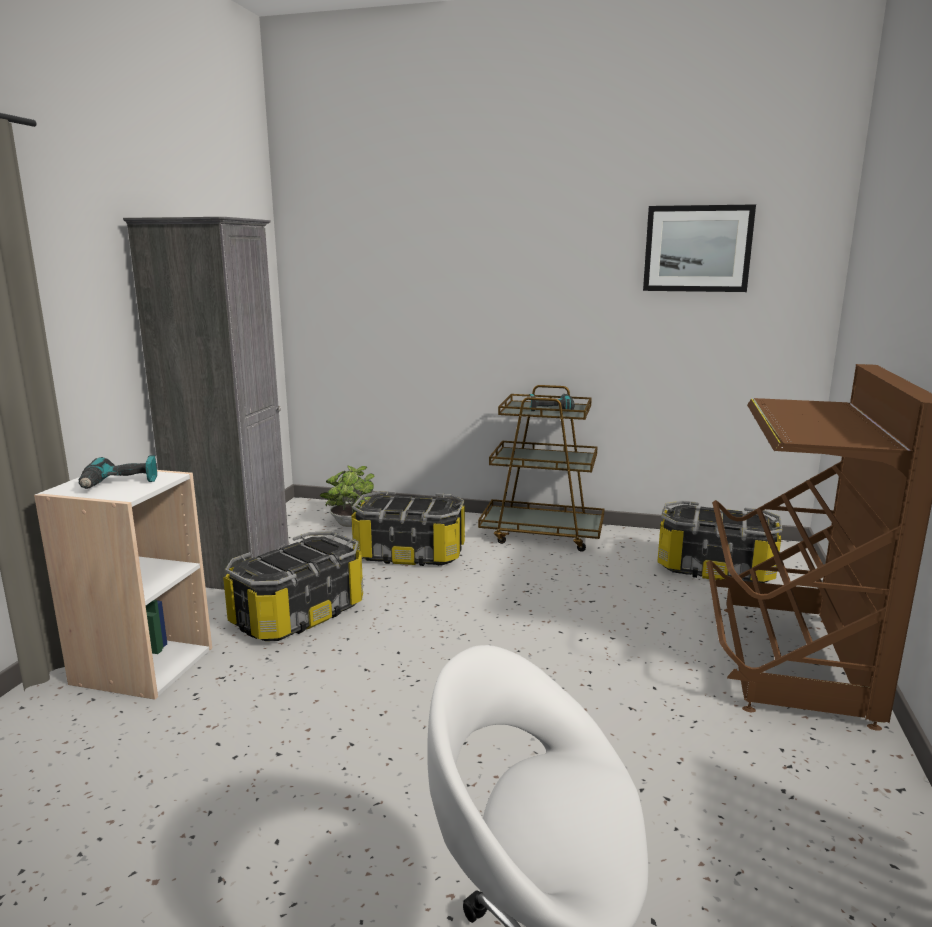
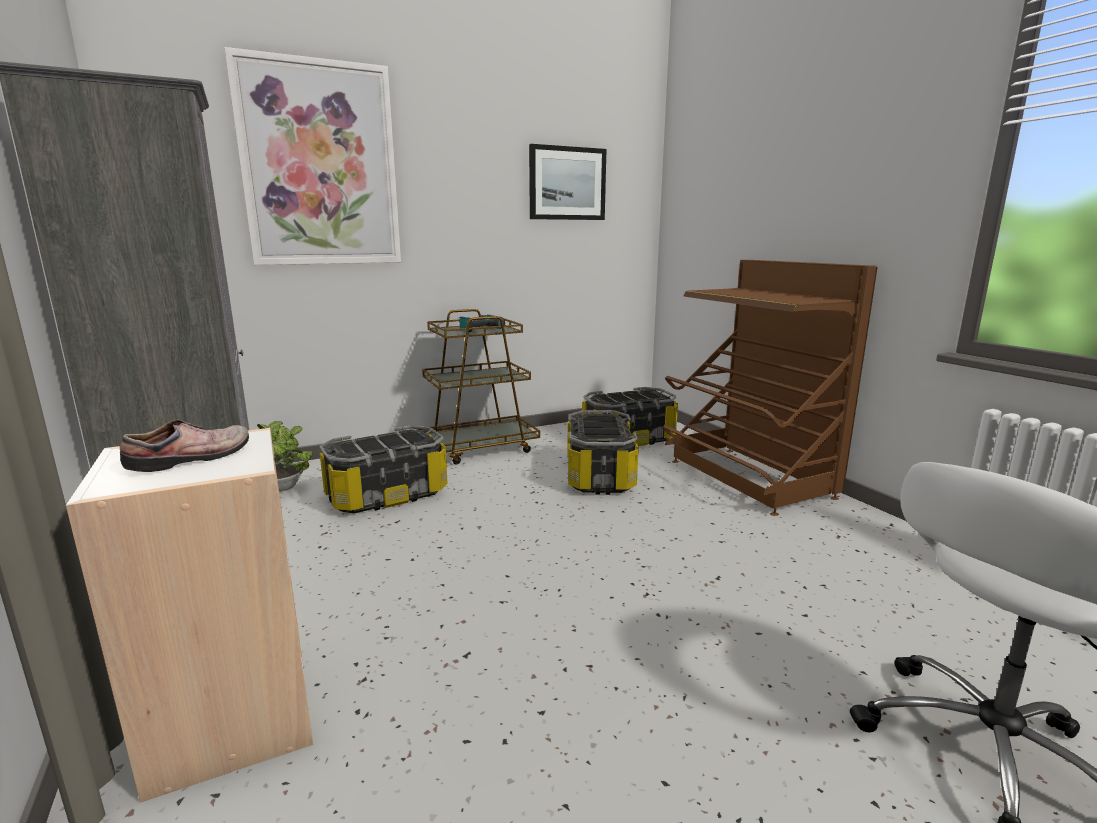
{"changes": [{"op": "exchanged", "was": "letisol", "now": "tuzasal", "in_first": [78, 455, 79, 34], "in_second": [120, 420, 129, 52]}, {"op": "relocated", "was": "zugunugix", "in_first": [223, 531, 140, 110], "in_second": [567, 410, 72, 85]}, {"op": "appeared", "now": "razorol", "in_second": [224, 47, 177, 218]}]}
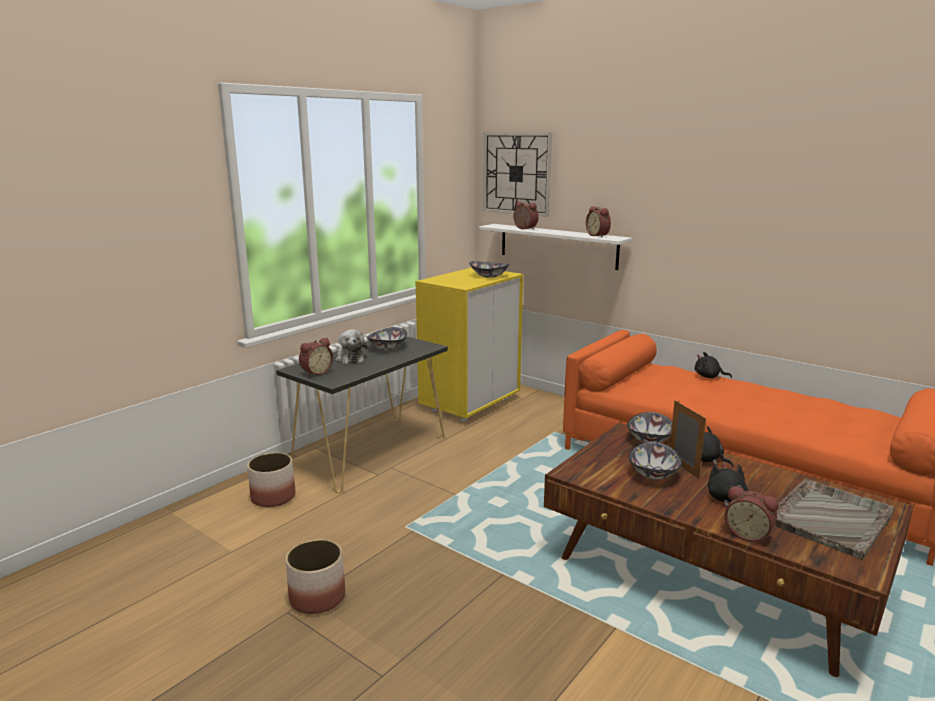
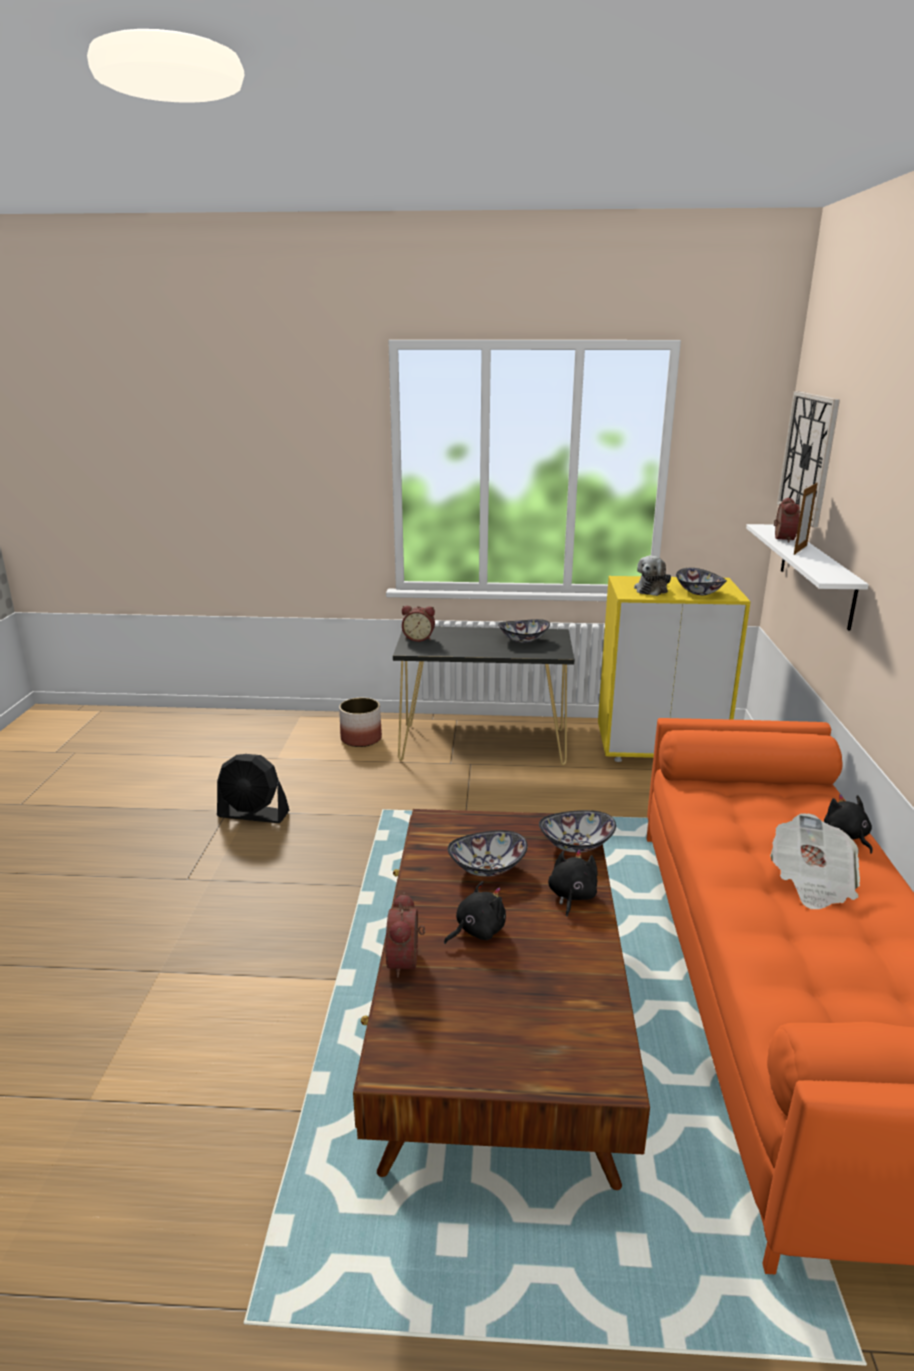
{"changes": [{"op": "missing", "was": "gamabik", "in_first": [586, 206, 25, 31]}, {"op": "relocated", "was": "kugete", "in_first": [336, 330, 32, 34], "in_second": [634, 555, 37, 41]}, {"op": "relocated", "was": "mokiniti", "in_first": [670, 400, 36, 79], "in_second": [794, 483, 24, 72]}, {"op": "missing", "was": "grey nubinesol", "in_first": [774, 478, 121, 81]}, {"op": "exchanged", "was": "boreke", "now": "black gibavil", "in_first": [286, 539, 59, 75], "in_second": [217, 754, 72, 69]}, {"op": "appeared", "now": "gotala", "in_second": [770, 813, 90, 96]}]}
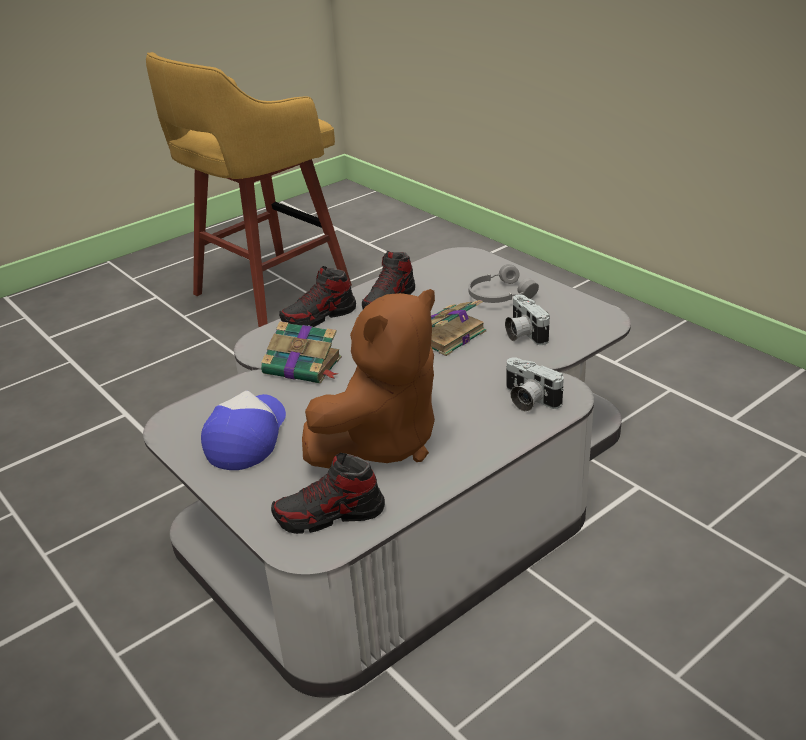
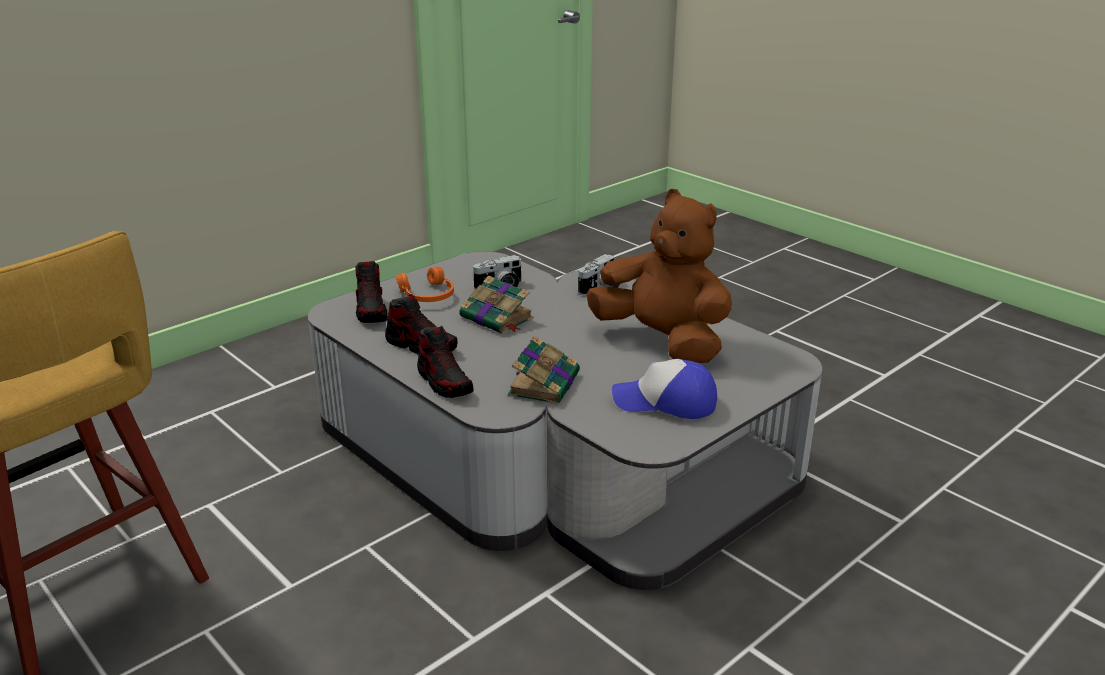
{"changes": [{"op": "colour", "was": "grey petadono", "now": "orange petadono", "in_first": [468, 264, 71, 39], "in_second": [395, 267, 59, 35]}, {"op": "relocated", "was": "tuzasal", "in_first": [271, 453, 114, 81], "in_second": [355, 261, 33, 62]}]}
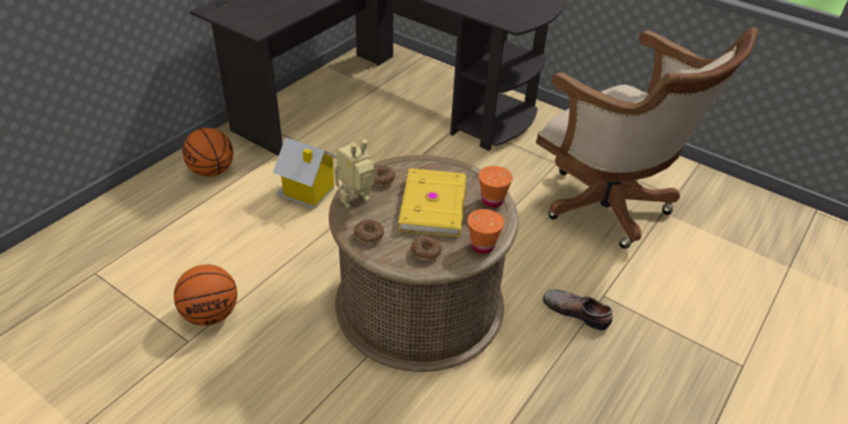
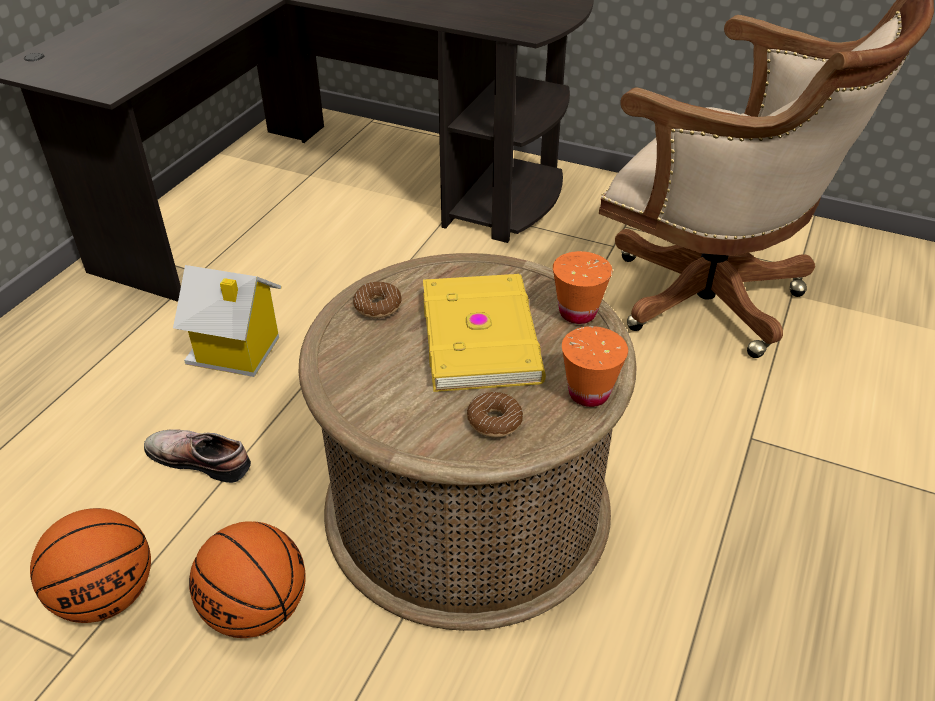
{"changes": [{"op": "relocated", "was": "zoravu", "in_first": [182, 128, 51, 49], "in_second": [189, 521, 117, 117]}, {"op": "missing", "was": "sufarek", "in_first": [334, 139, 41, 70]}, {"op": "missing", "was": "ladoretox", "in_first": [354, 219, 30, 25]}, {"op": "relocated", "was": "tuzasal", "in_first": [543, 290, 70, 41], "in_second": [144, 429, 107, 54]}]}
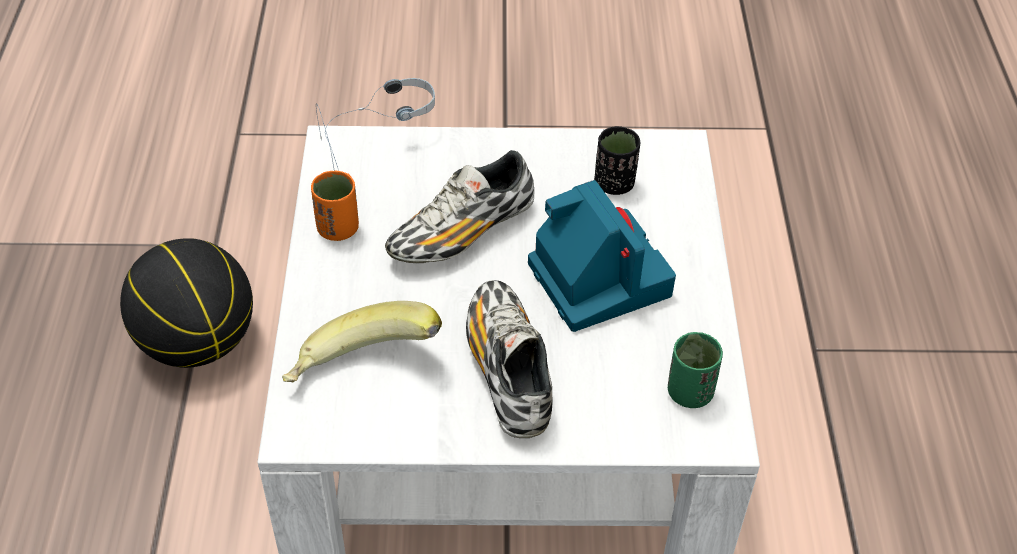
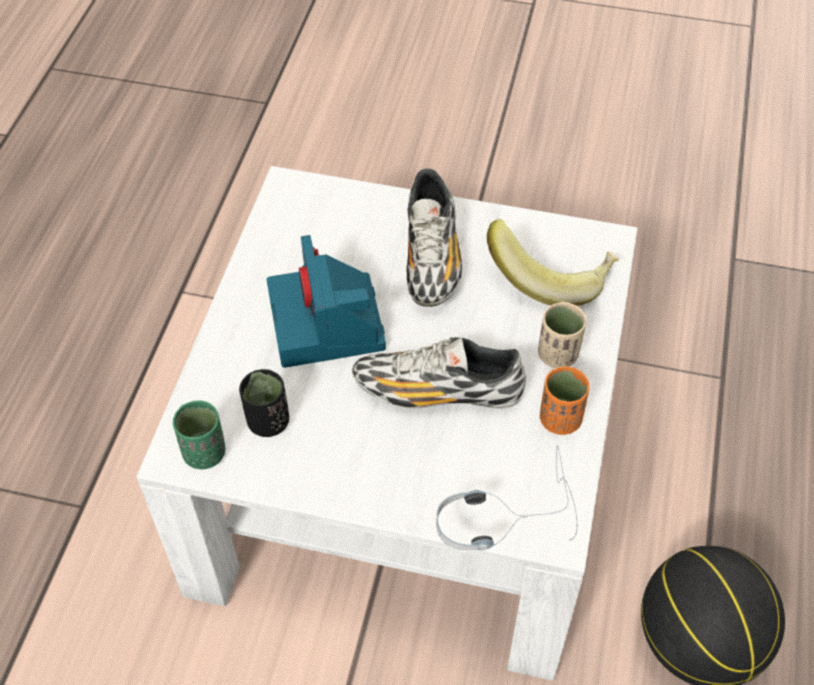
{"changes": [{"op": "spun", "was": "tuzasal", "in_first": [385, 150, 149, 113], "in_second": [352, 337, 174, 72], "clockwise": -150}, {"op": "relocated", "was": "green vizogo", "in_first": [668, 332, 55, 76], "in_second": [173, 400, 52, 69]}, {"op": "appeared", "now": "beige vizogo", "in_second": [538, 302, 48, 66]}]}
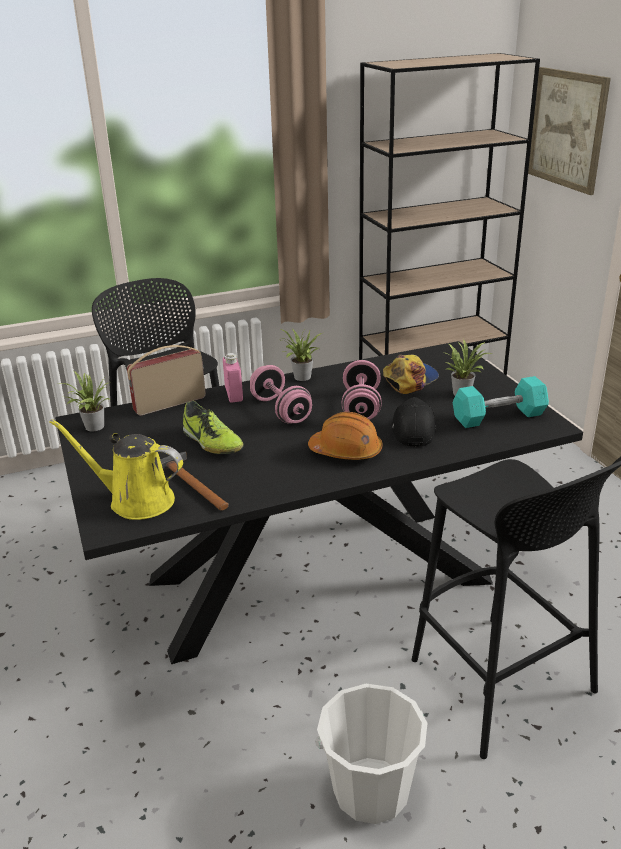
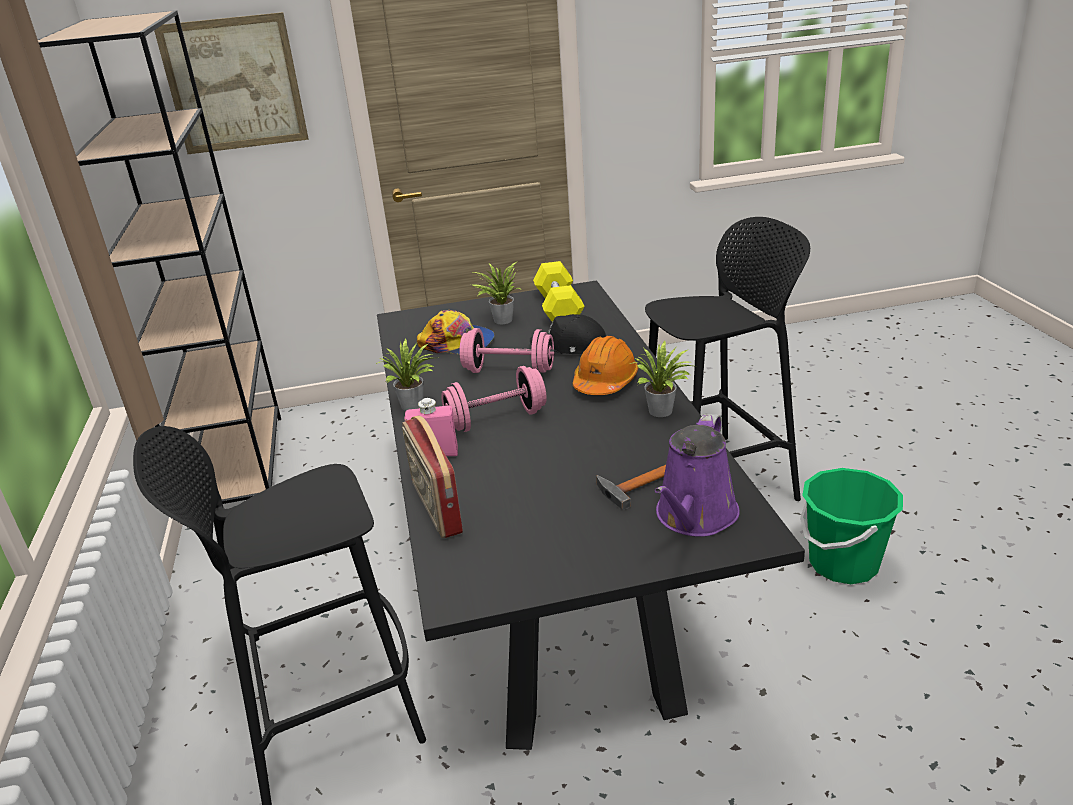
{"changes": [{"op": "spun", "was": "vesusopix", "in_first": [383, 354, 56, 40], "in_second": [417, 310, 77, 44], "clockwise": 150}, {"op": "relocated", "was": "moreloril", "in_first": [62, 371, 48, 61], "in_second": [630, 341, 63, 76]}, {"op": "colour", "was": "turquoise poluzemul", "now": "yellow poluzemul", "in_first": [453, 376, 96, 52], "in_second": [533, 261, 51, 61]}, {"op": "missing", "was": "tuzasal", "in_first": [183, 401, 61, 53]}, {"op": "colour", "was": "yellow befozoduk", "now": "purple befozoduk", "in_first": [49, 419, 134, 101], "in_second": [655, 414, 85, 123]}, {"op": "colour", "was": "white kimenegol", "now": "green kimenegol", "in_first": [315, 684, 112, 140], "in_second": [800, 468, 103, 116]}]}
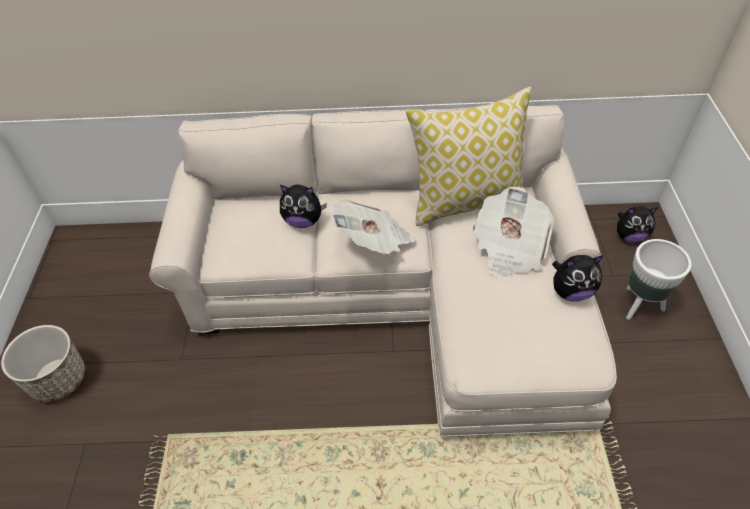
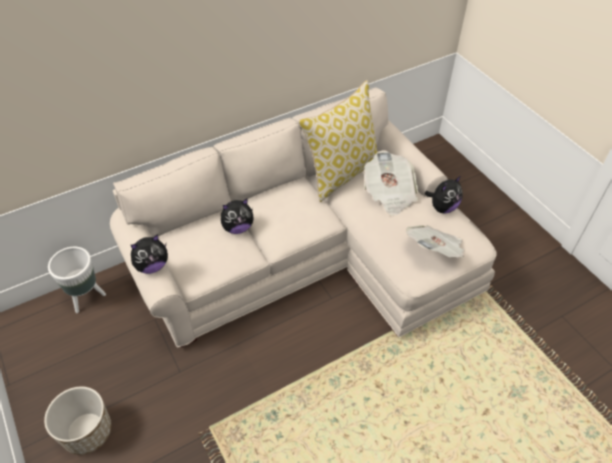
{"changes": [{"op": "relocated", "was": "gotala", "in_first": [330, 200, 85, 55], "in_second": [406, 225, 59, 32]}, {"op": "relocated", "was": "kugete", "in_first": [617, 206, 41, 37], "in_second": [131, 234, 37, 40]}, {"op": "relocated", "was": "white boreke", "in_first": [626, 239, 65, 81], "in_second": [48, 247, 58, 66]}]}
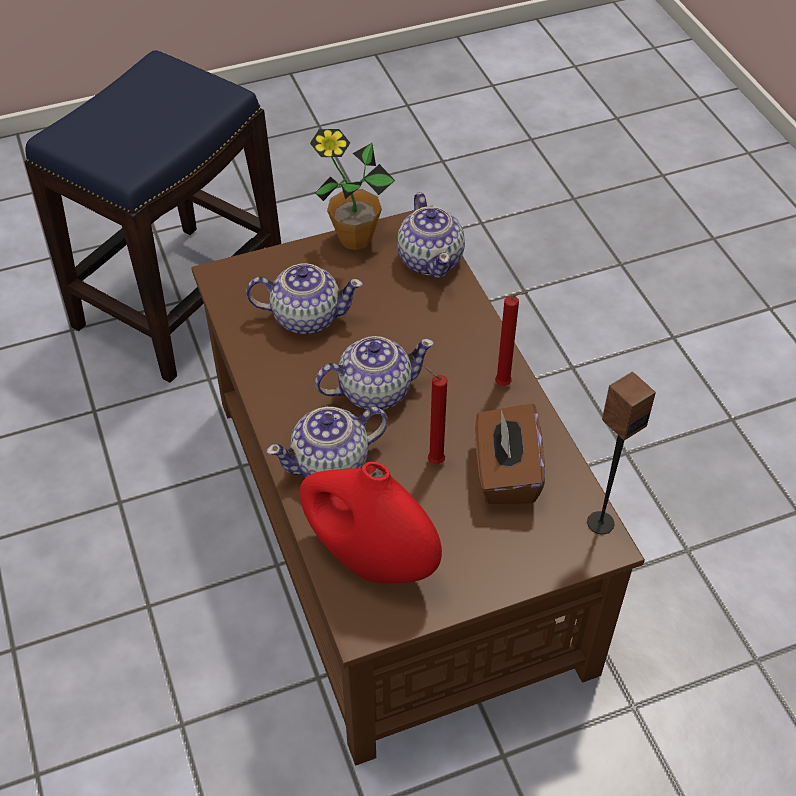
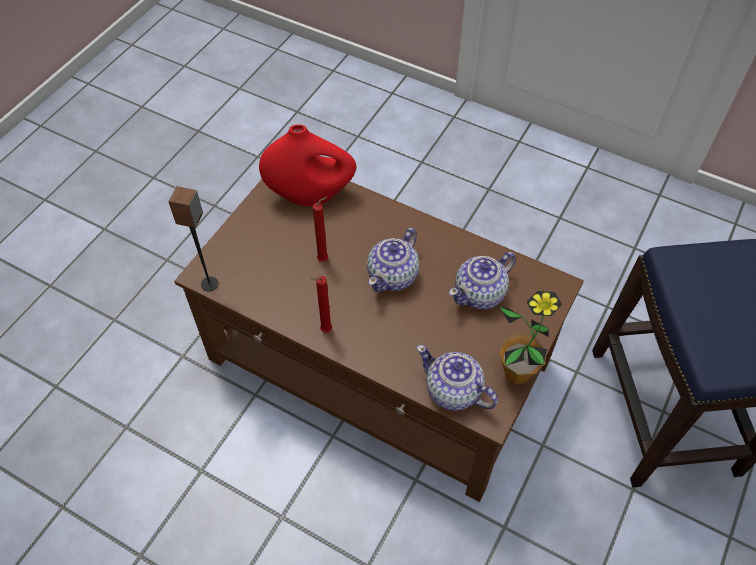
{"changes": [{"op": "missing", "was": "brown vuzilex", "in_first": [475, 404, 70, 100]}, {"op": "missing", "was": "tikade", "in_first": [266, 406, 122, 72]}]}
